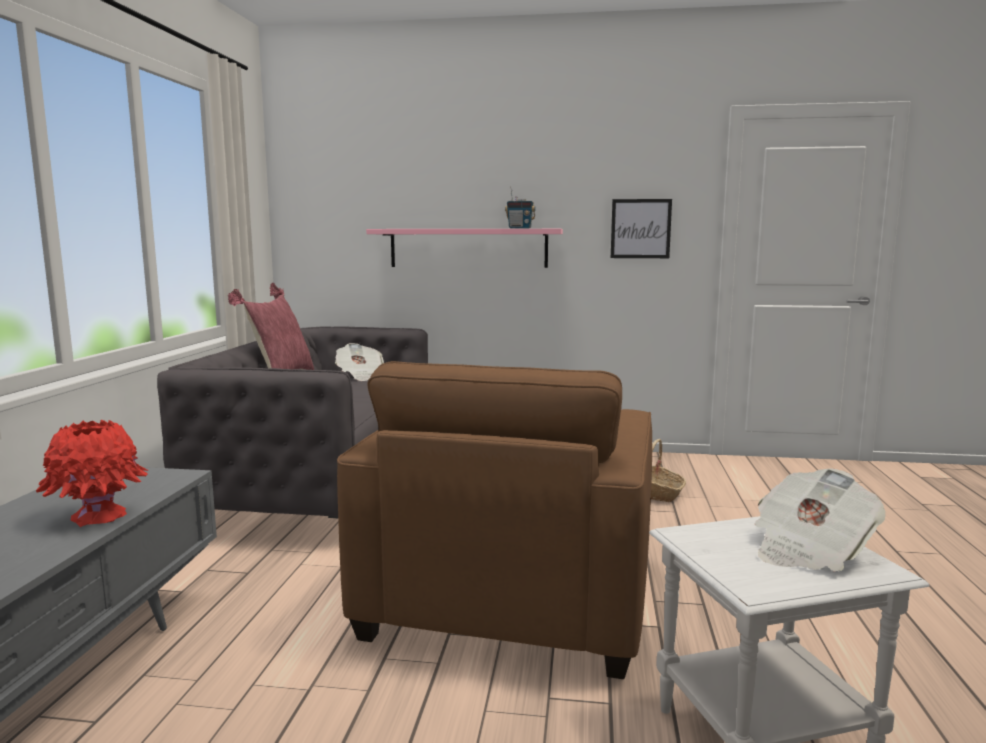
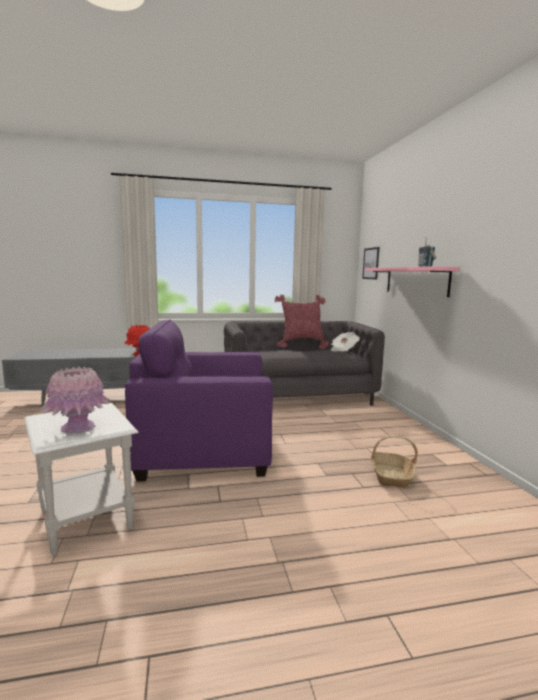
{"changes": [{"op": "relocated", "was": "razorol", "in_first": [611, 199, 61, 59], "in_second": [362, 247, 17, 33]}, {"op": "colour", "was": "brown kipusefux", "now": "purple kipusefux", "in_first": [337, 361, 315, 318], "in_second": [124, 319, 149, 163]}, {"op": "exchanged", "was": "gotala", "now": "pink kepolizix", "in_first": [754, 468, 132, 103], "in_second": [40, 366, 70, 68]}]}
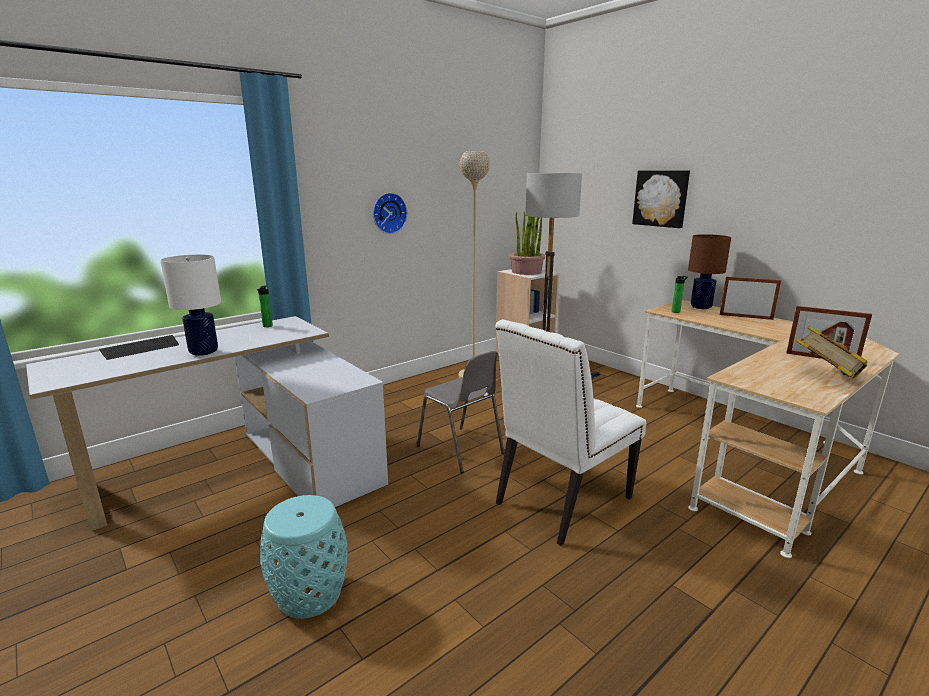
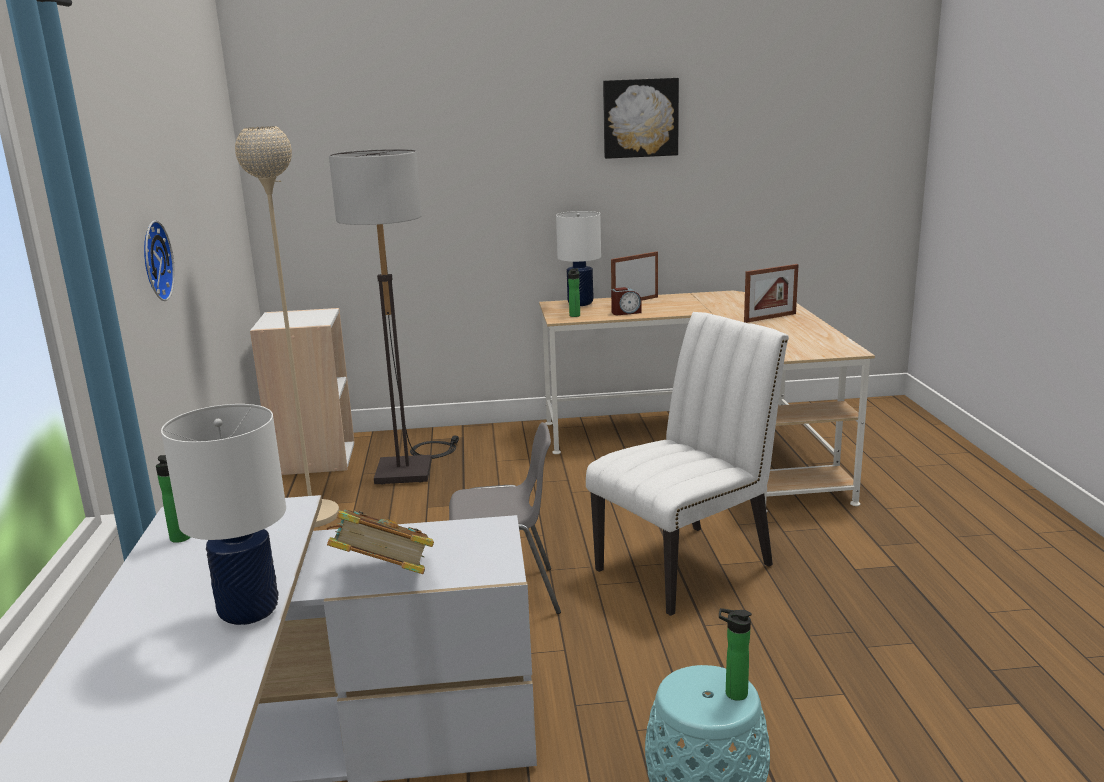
{"changes": [{"op": "relocated", "was": "razorol", "in_first": [632, 170, 58, 58], "in_second": [603, 78, 76, 81]}, {"op": "missing", "was": "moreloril", "in_first": [509, 211, 36, 64]}, {"op": "colour", "was": "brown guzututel", "now": "white guzututel", "in_first": [688, 234, 43, 75], "in_second": [556, 211, 45, 95]}, {"op": "spun", "was": "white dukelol", "in_first": [495, 319, 151, 227], "in_second": [586, 312, 203, 304], "clockwise": -120}, {"op": "relocated", "was": "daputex", "in_first": [795, 325, 72, 54], "in_second": [327, 509, 107, 65]}, {"op": "missing", "was": "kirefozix", "in_first": [99, 335, 80, 25]}, {"op": "appeared", "now": "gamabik", "in_second": [611, 287, 31, 28]}, {"op": "appeared", "now": "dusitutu", "in_second": [719, 608, 33, 93]}]}
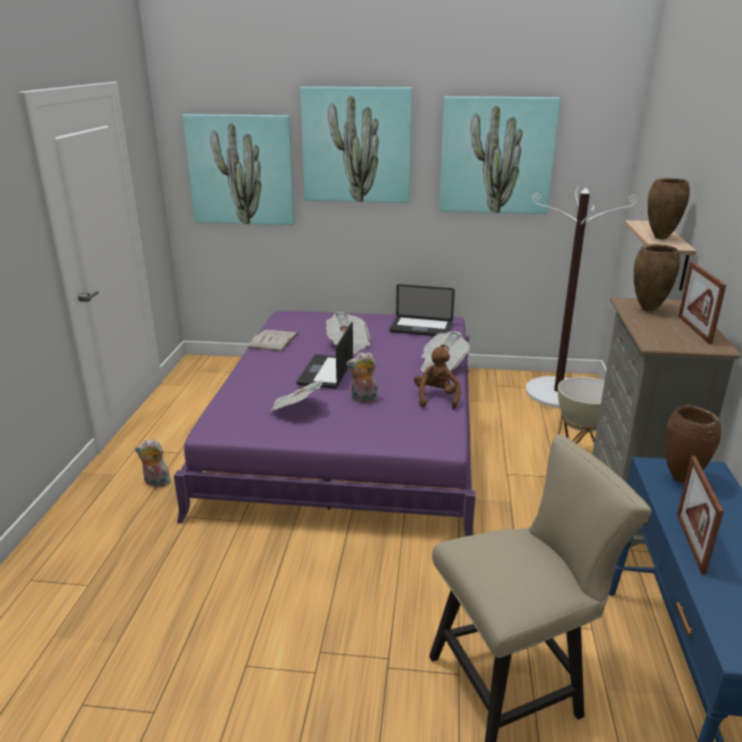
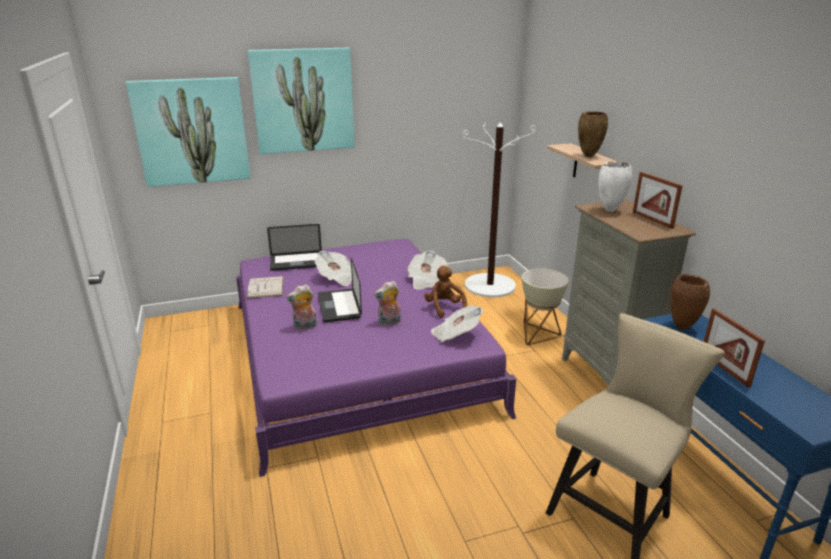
{"changes": [{"op": "missing", "was": "razorol", "in_first": [439, 96, 121, 118]}, {"op": "colour", "was": "brown kepolizix", "now": "white kepolizix", "in_first": [634, 244, 46, 68], "in_second": [598, 162, 34, 50]}, {"op": "relocated", "was": "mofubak", "in_first": [389, 284, 66, 52], "in_second": [267, 224, 55, 47]}, {"op": "relocated", "was": "gotala", "in_first": [269, 380, 54, 32], "in_second": [431, 305, 53, 38]}, {"op": "relocated", "was": "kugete", "in_first": [135, 439, 36, 48], "in_second": [286, 284, 31, 46]}]}
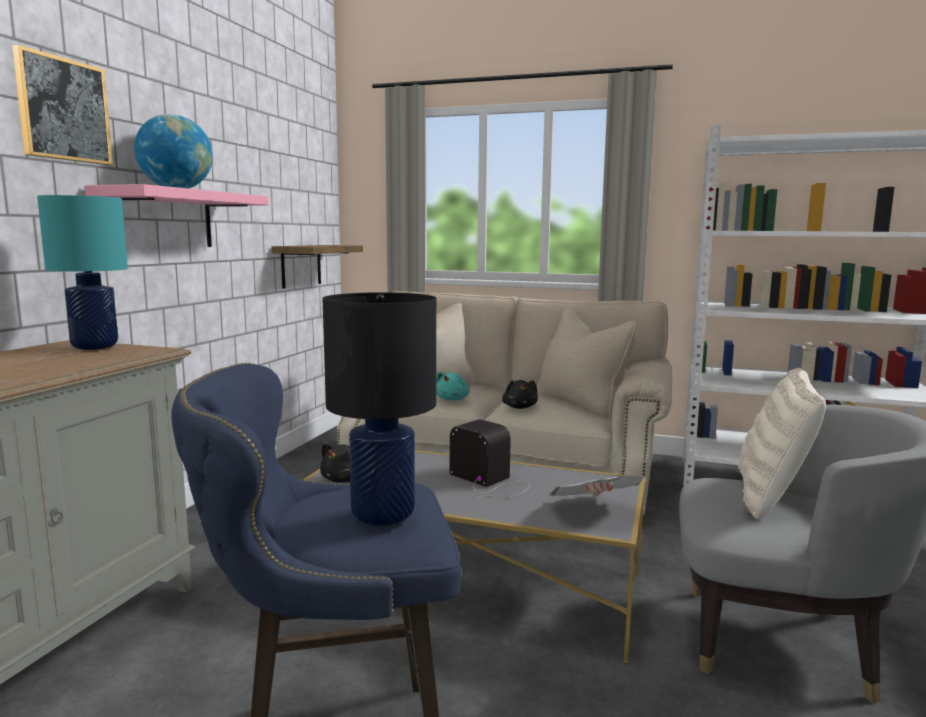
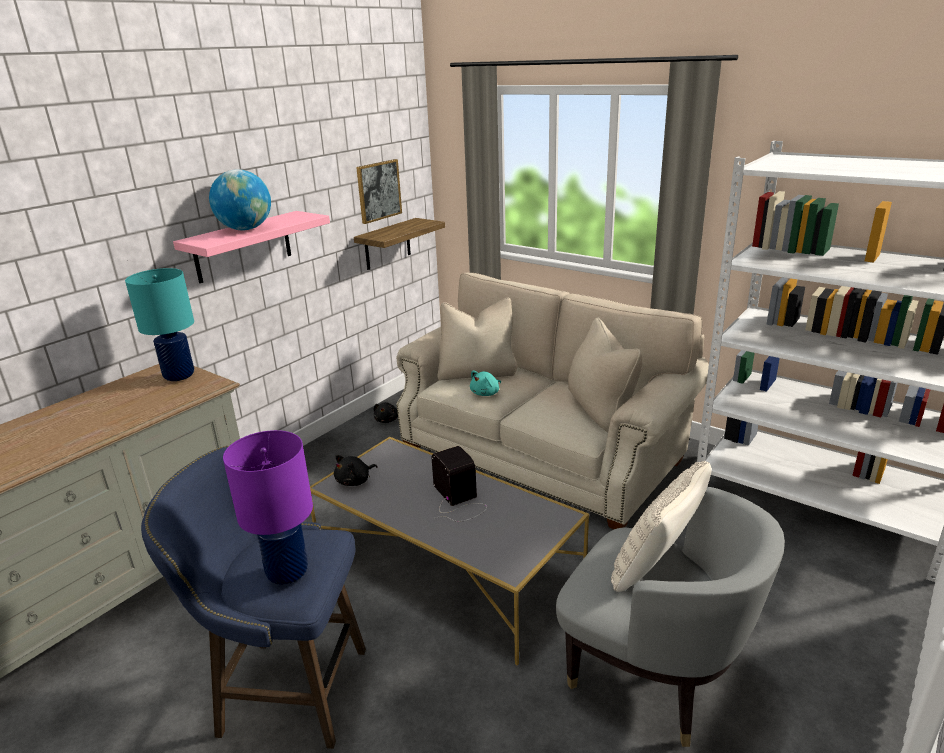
{"changes": [{"op": "relocated", "was": "razorol", "in_first": [12, 45, 101, 120], "in_second": [356, 159, 46, 65]}, {"op": "colour", "was": "black guzututel", "now": "purple guzututel", "in_first": [322, 292, 114, 234], "in_second": [223, 430, 90, 155]}, {"op": "relocated", "was": "black kugete", "in_first": [502, 380, 36, 29], "in_second": [373, 402, 25, 21]}, {"op": "missing", "was": "gotala", "in_first": [549, 476, 95, 20]}]}
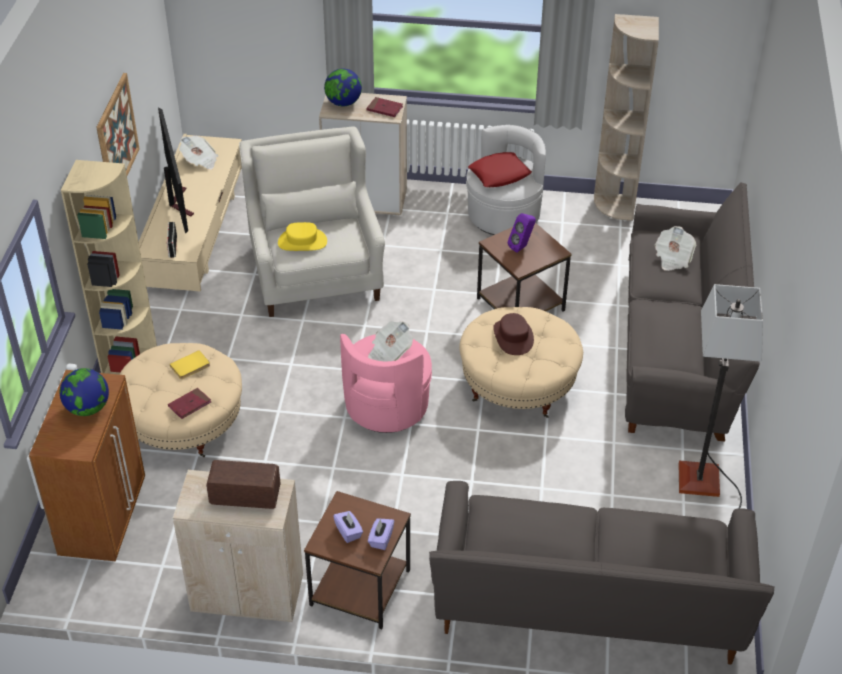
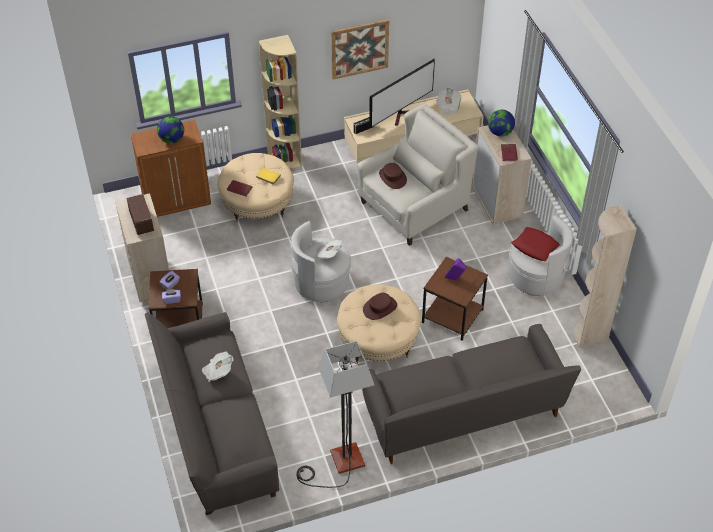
{"changes": [{"op": "colour", "was": "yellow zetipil", "now": "brown zetipil", "in_first": [278, 222, 49, 29], "in_second": [379, 163, 28, 26]}, {"op": "relocated", "was": "gotala", "in_first": [655, 226, 41, 45], "in_second": [202, 351, 32, 31]}, {"op": "colour", "was": "pink kipusefux", "now": "white kipusefux", "in_first": [340, 334, 92, 99], "in_second": [291, 221, 60, 81]}]}
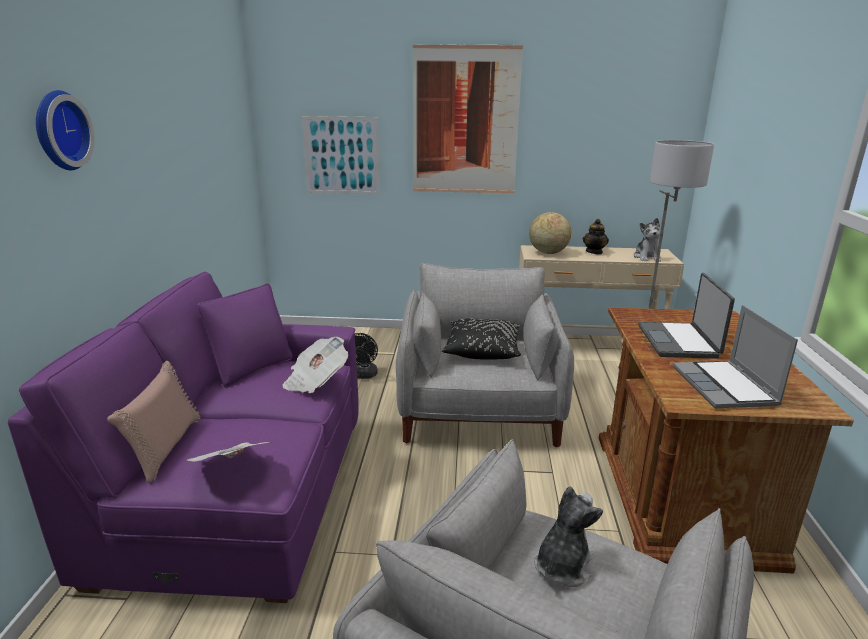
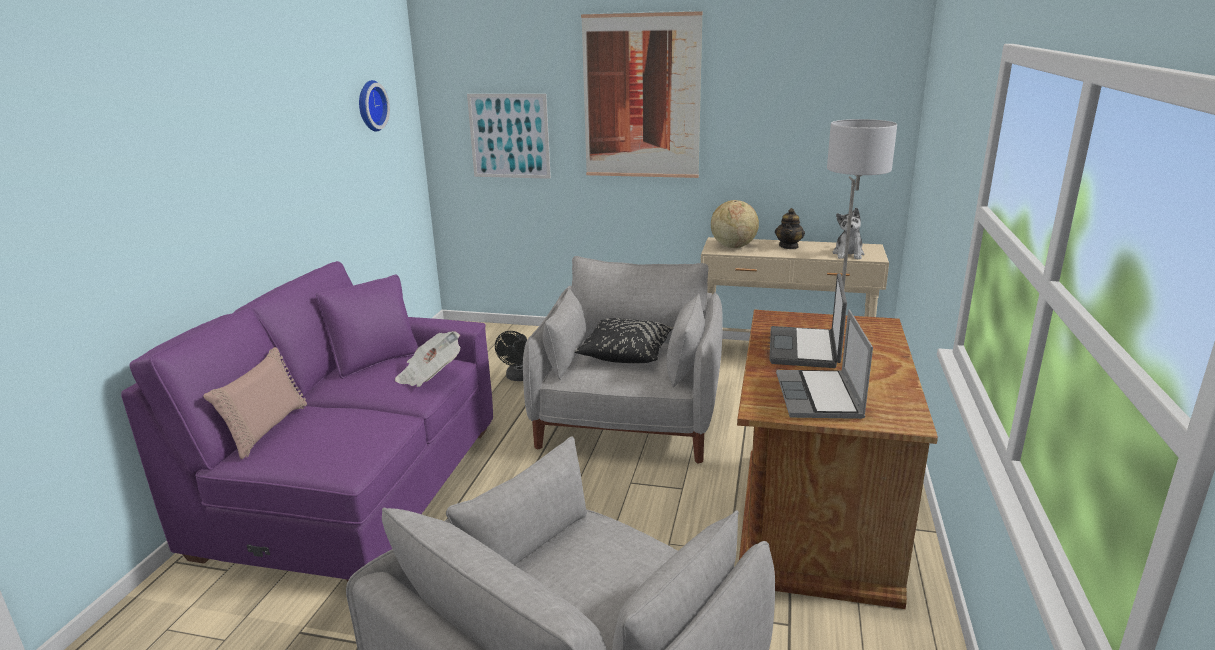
{"changes": [{"op": "relocated", "was": "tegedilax", "in_first": [36, 90, 58, 80], "in_second": [359, 80, 31, 52]}, {"op": "missing", "was": "gotala", "in_first": [187, 442, 82, 19]}, {"op": "missing", "was": "kugete", "in_first": [534, 486, 69, 101]}]}
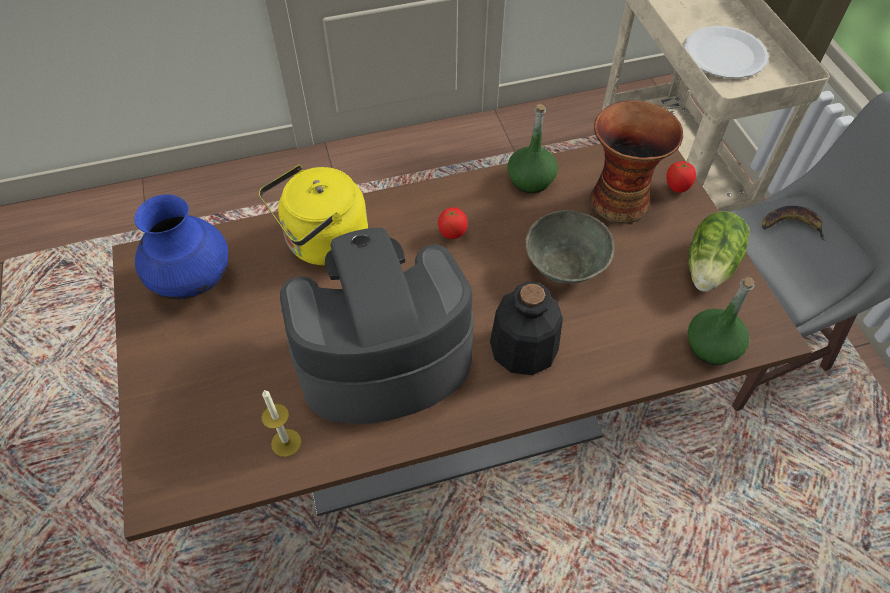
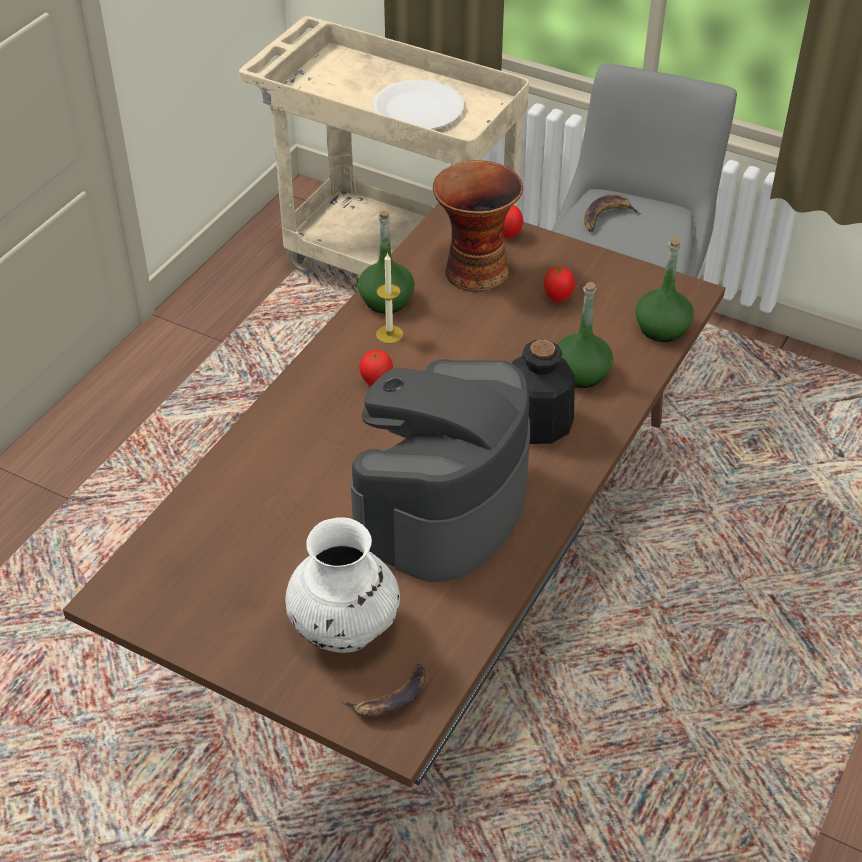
{"changes": [{"op": "missing", "was": "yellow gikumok", "in_first": [259, 165, 109, 101]}, {"op": "missing", "was": "blue kepolizix", "in_first": [134, 194, 94, 106]}, {"op": "missing", "was": "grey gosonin", "in_first": [525, 210, 89, 74]}, {"op": "missing", "was": "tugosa", "in_first": [688, 211, 62, 81]}, {"op": "relocated", "was": "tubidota", "in_first": [261, 390, 40, 67], "in_second": [376, 252, 27, 92]}, {"op": "appeared", "now": "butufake", "in_second": [544, 266, 31, 36]}, {"op": "appeared", "now": "green dusitutu", "in_second": [558, 282, 55, 106]}, {"op": "appeared", "now": "white kepolizix", "in_second": [286, 517, 114, 136]}, {"op": "appeared", "now": "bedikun", "in_second": [341, 663, 87, 54]}]}
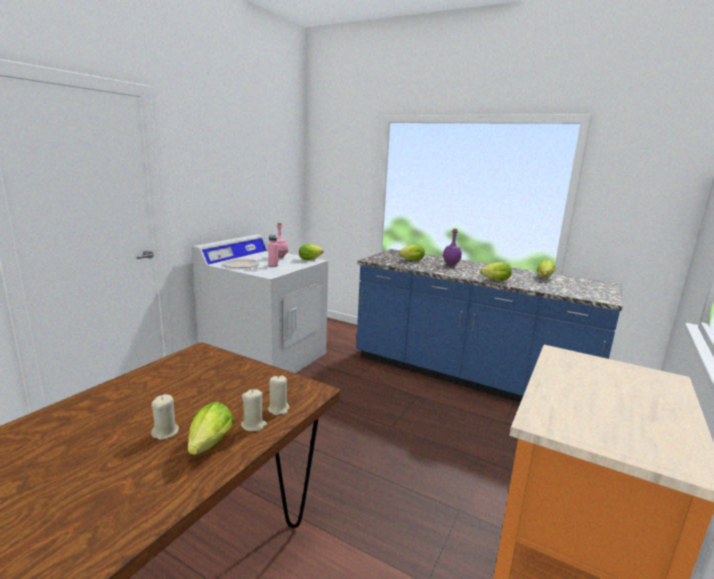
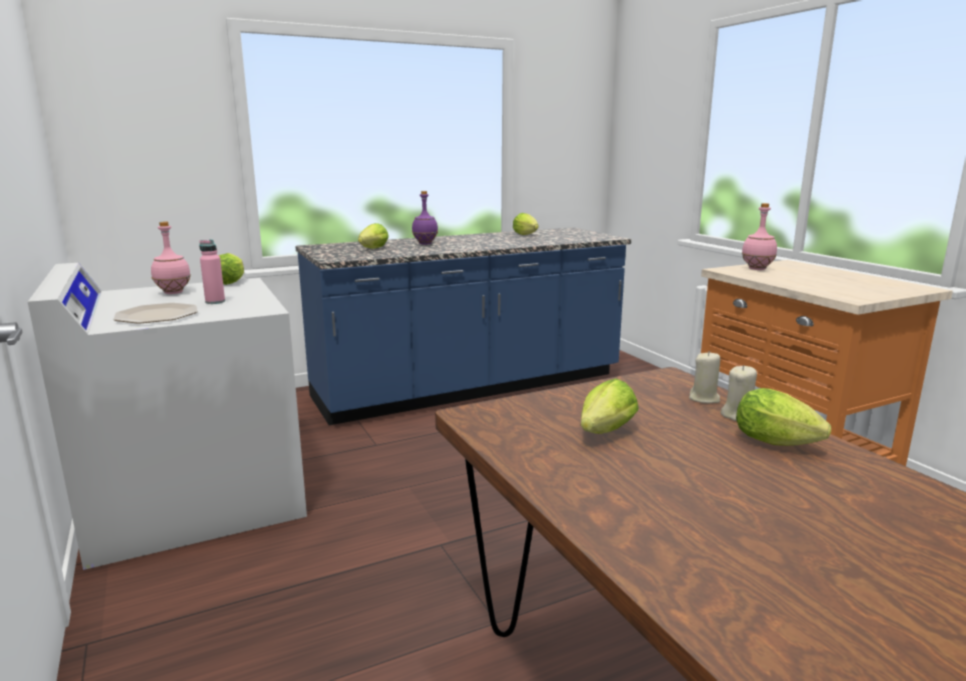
{"changes": [{"op": "relocated", "was": "tugosa", "in_first": [480, 262, 32, 19], "in_second": [581, 378, 58, 56]}, {"op": "missing", "was": "beige tubidota", "in_first": [151, 394, 28, 46]}, {"op": "appeared", "now": "pink dusitutu", "in_second": [742, 203, 35, 67]}]}
